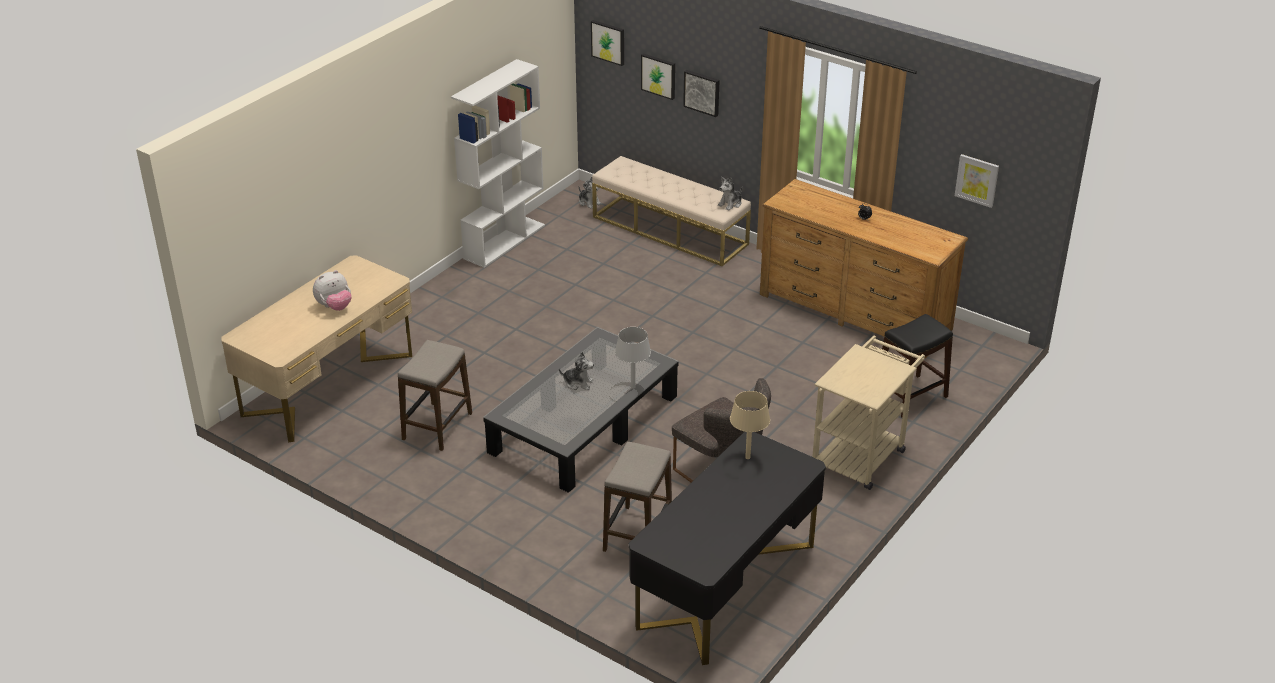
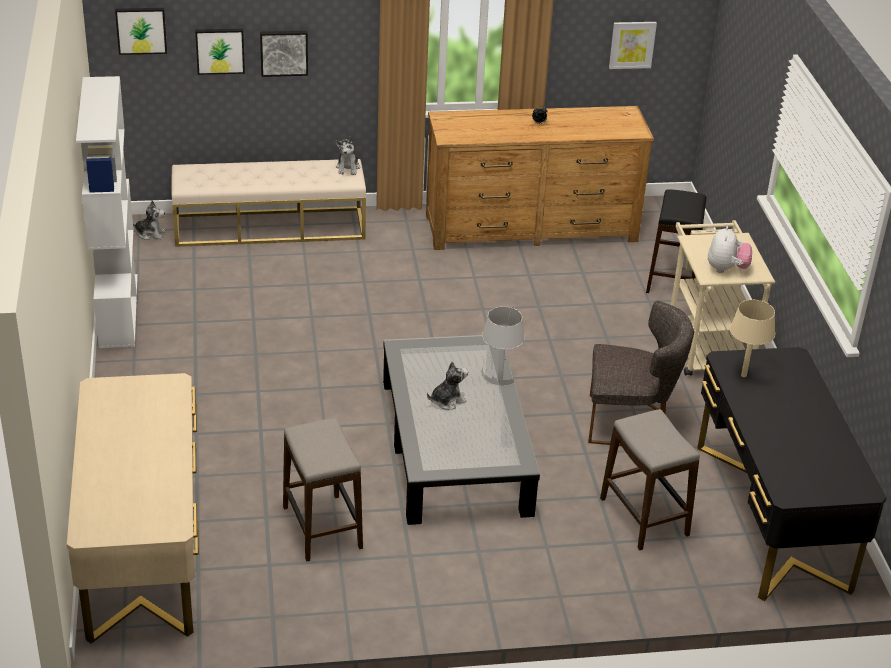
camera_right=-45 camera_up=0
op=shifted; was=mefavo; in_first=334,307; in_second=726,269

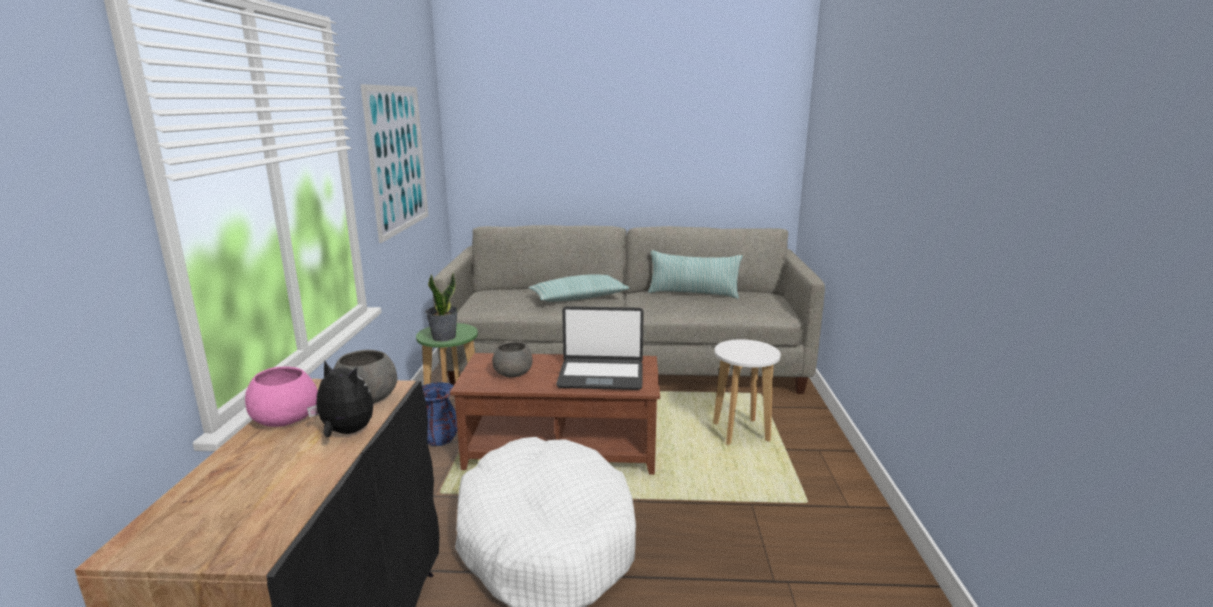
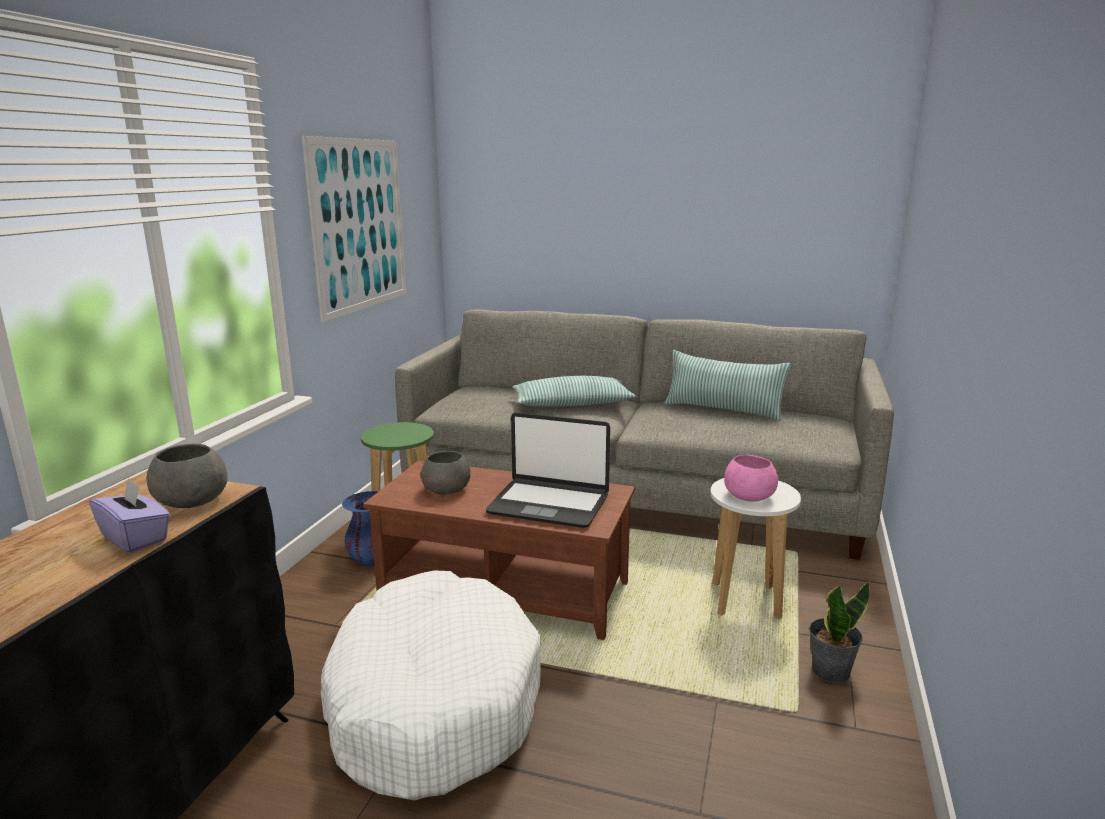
camera_right=15 camera_up=0
op=swapped; was=mefavo; now=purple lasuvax; in_first=345,432; in_second=136,538
op=shifted; was=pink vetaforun; in_first=285,418; in_second=748,496
op=shifted; was=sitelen; in_first=443,337; in_second=830,670

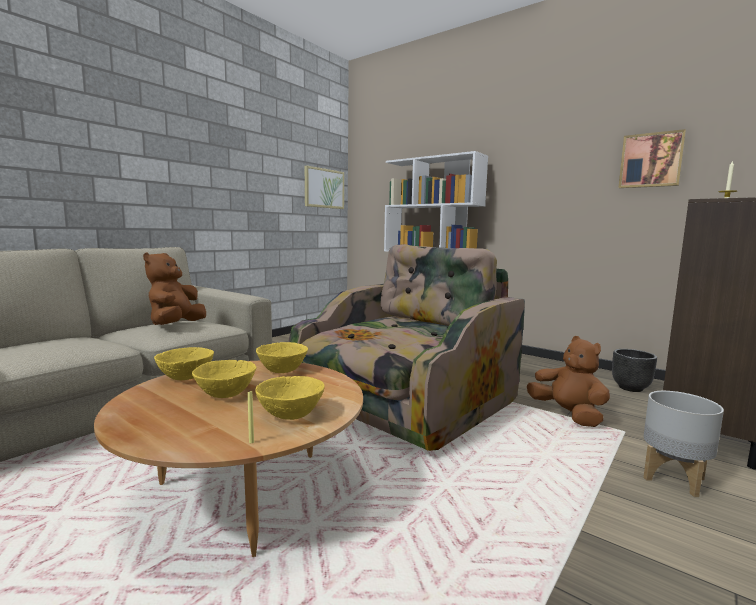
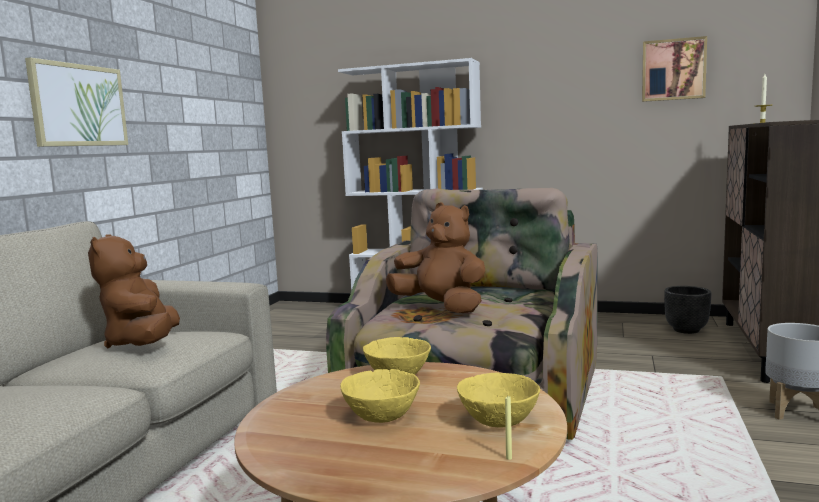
camera_right=-20 camera_up=0
op=shifted; was=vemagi; in_first=324,188; in_second=78,105
op=shifted; was=brown mefavo; in_first=568,415; in_second=441,307
op=gone; was=yellow vetaforun; in_first=185,377

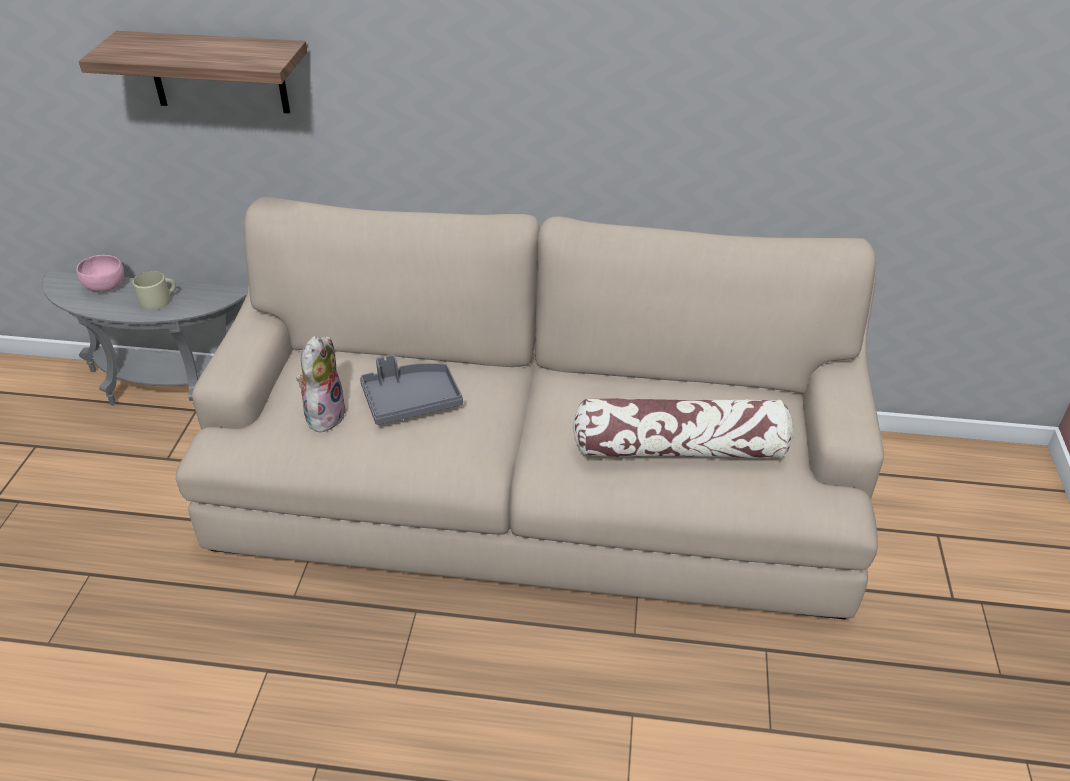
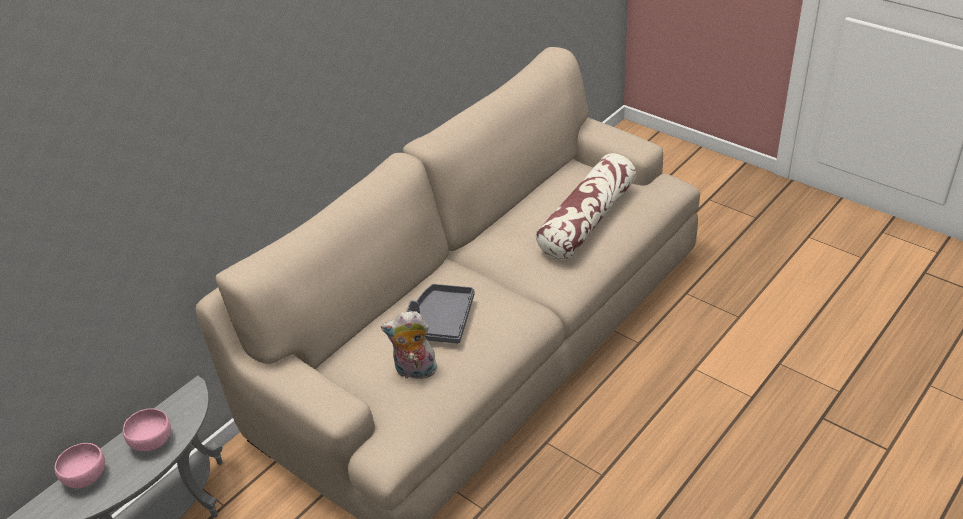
camera_right=-55 camera_up=0
op=swapped; was=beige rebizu; now=pink vetaforun; in_first=159,300; in_second=152,441
op=rotated; was=mefavo; in_first=324,414; in_second=414,372; clockwise=-45
op=gone; was=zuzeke; in_first=218,72

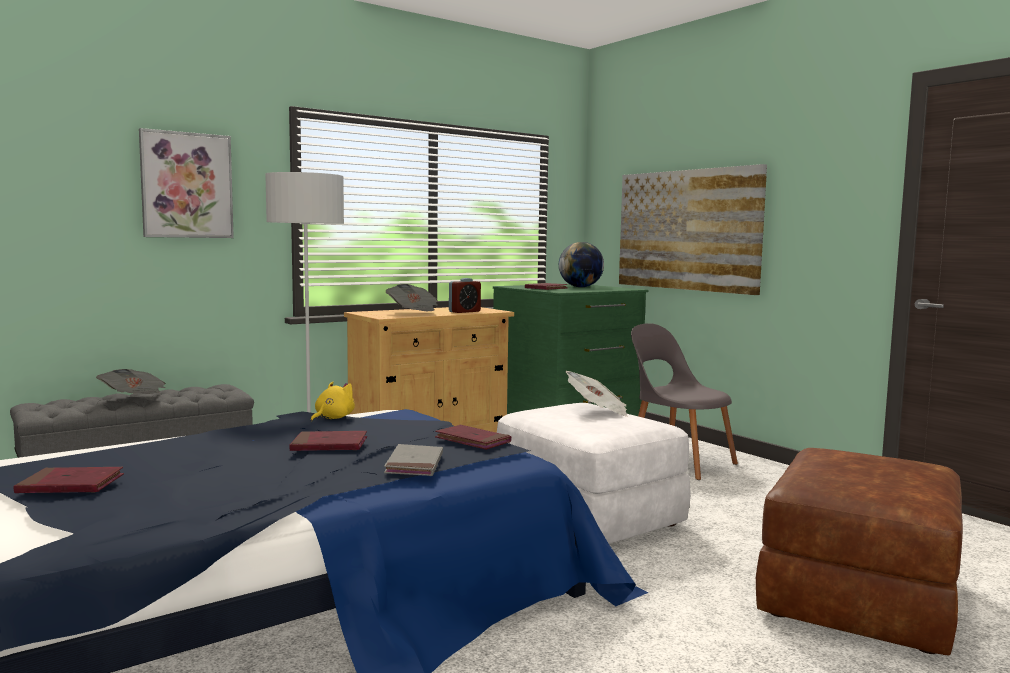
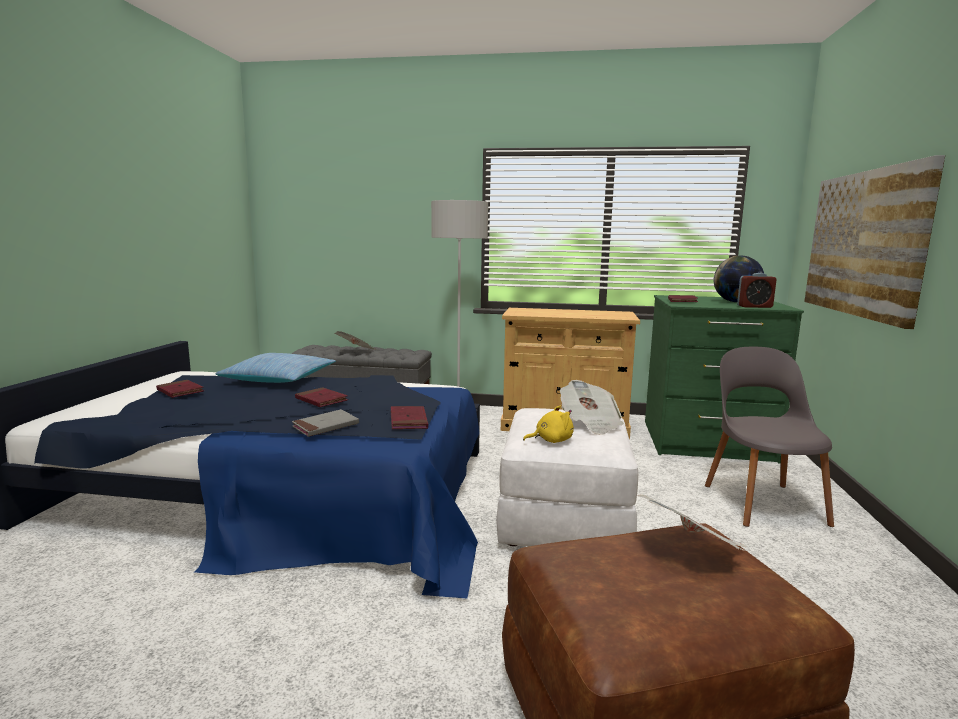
camera_right=45 camera_up=5
op=new; now=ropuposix; in_second=279,379
op=shifted; was=yellow mefavo; in_first=332,418; in_second=551,440
op=shifted; was=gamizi; in_first=414,313; in_second=692,550
op=shifted; was=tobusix; in_first=464,311; in_second=754,306
op=gone; was=vemagi; in_first=187,185

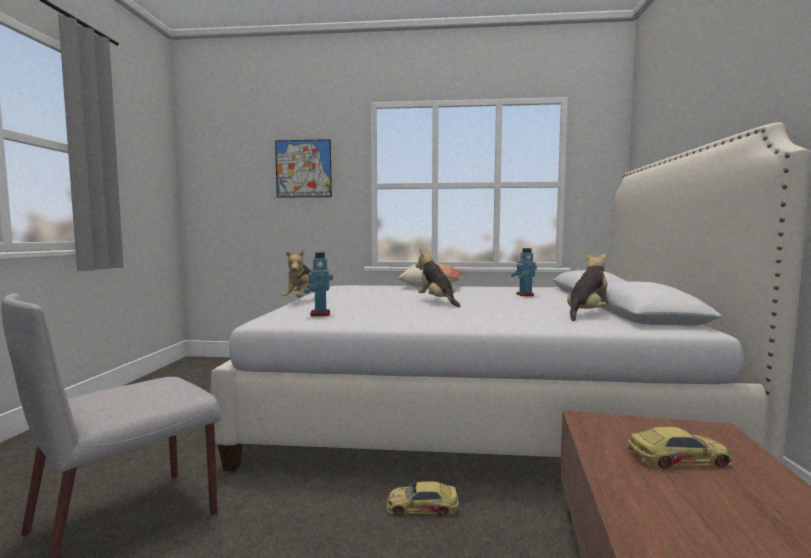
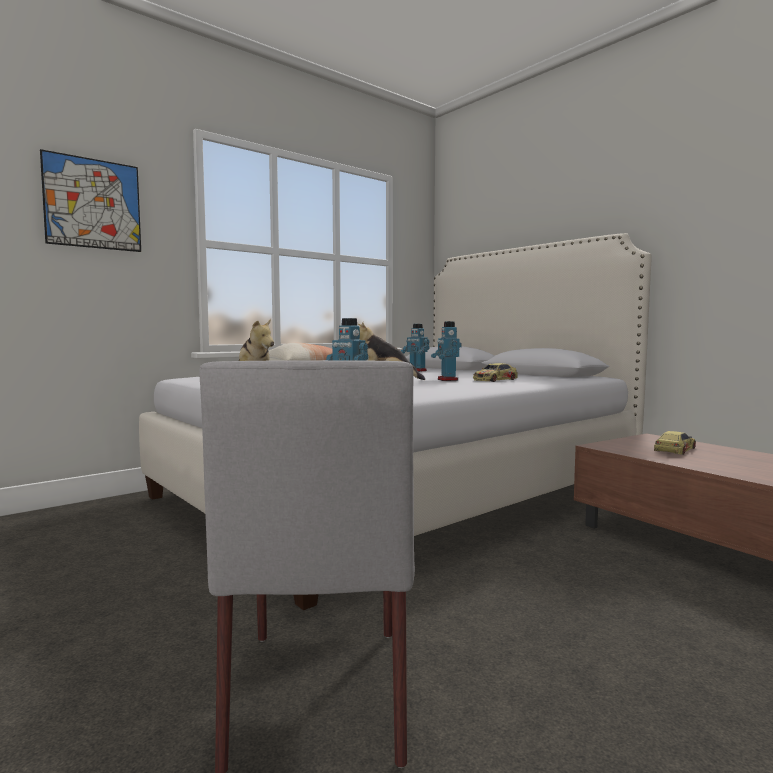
camera_right=-45 camera_up=0
op=new; now=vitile; in_second=447,380
op=shifted; was=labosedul; in_first=422,506; in_second=495,380
op=gone; was=mefavo; in_first=587,314

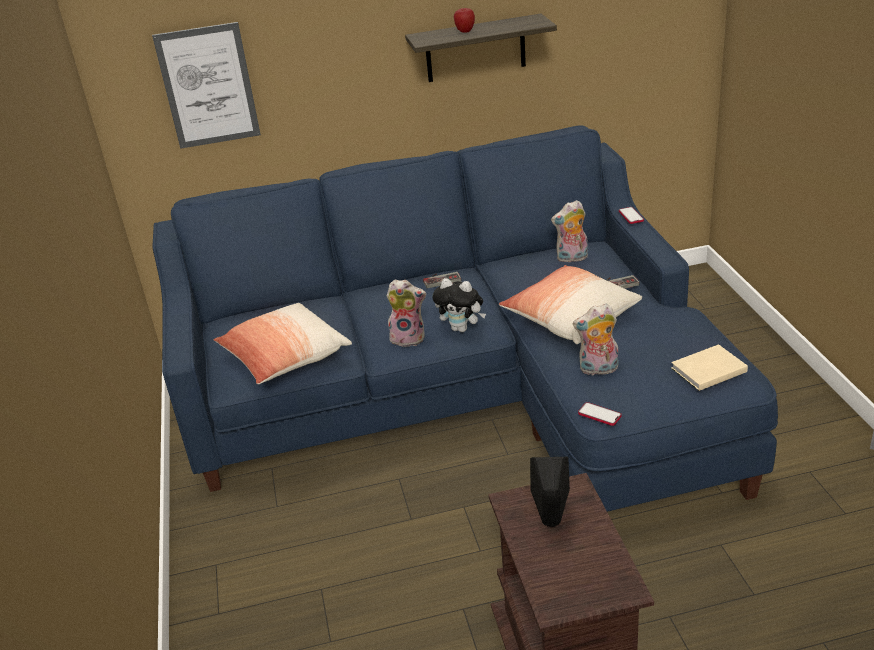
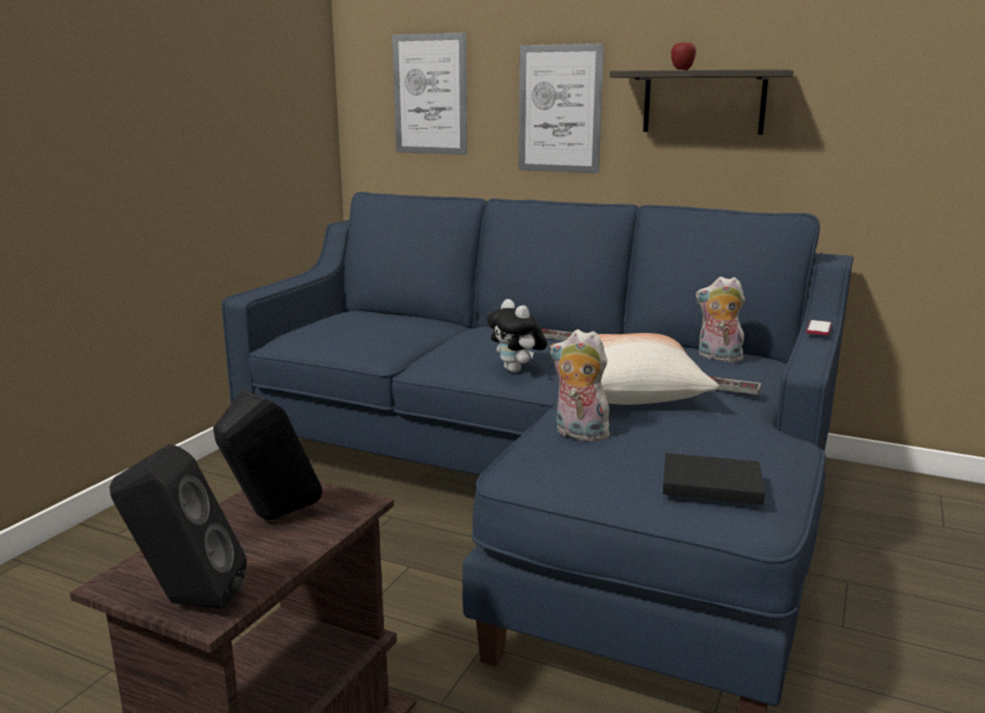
camera_right=35 camera_up=-15
op=new; now=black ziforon; in_second=186,602
op=new; now=vemagi; in_second=560,109
op=repainted; was=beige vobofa; now=black vobofa; in_first=706,370; in_second=708,482
op=gone; was=ropuposix; in_first=284,358
op=gone; was=mefavo; in_first=409,338
op=gone; was=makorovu; in_first=599,415

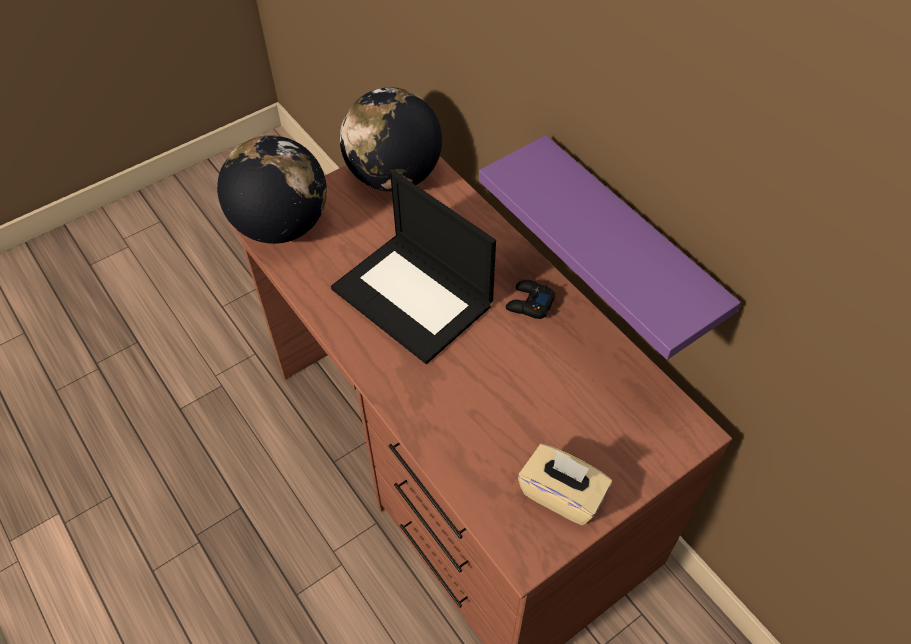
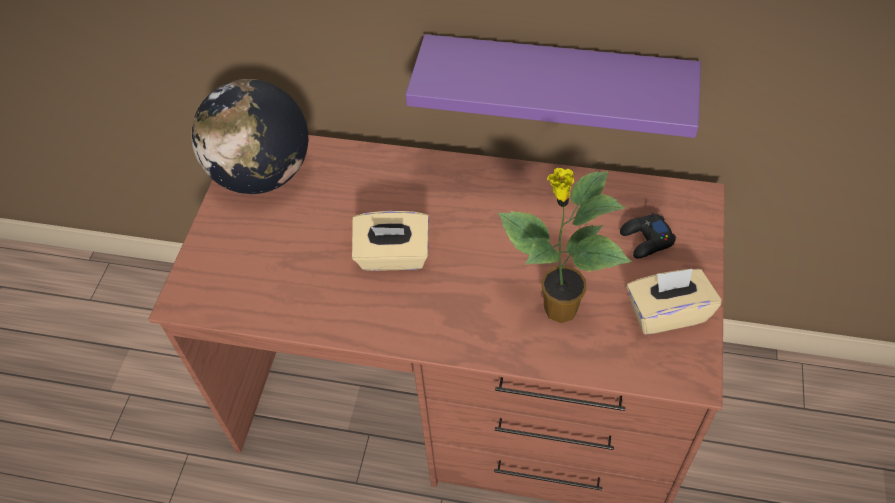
camera_right=-40 camera_up=0
op=swapped; was=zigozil; now=beige lasuvax; in_first=414,297; in_second=393,256
op=new; now=sitelen; in_second=558,309
op=shifted; was=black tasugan; in_first=529,303; in_second=646,240
op=gone; was=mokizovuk; in_first=281,225

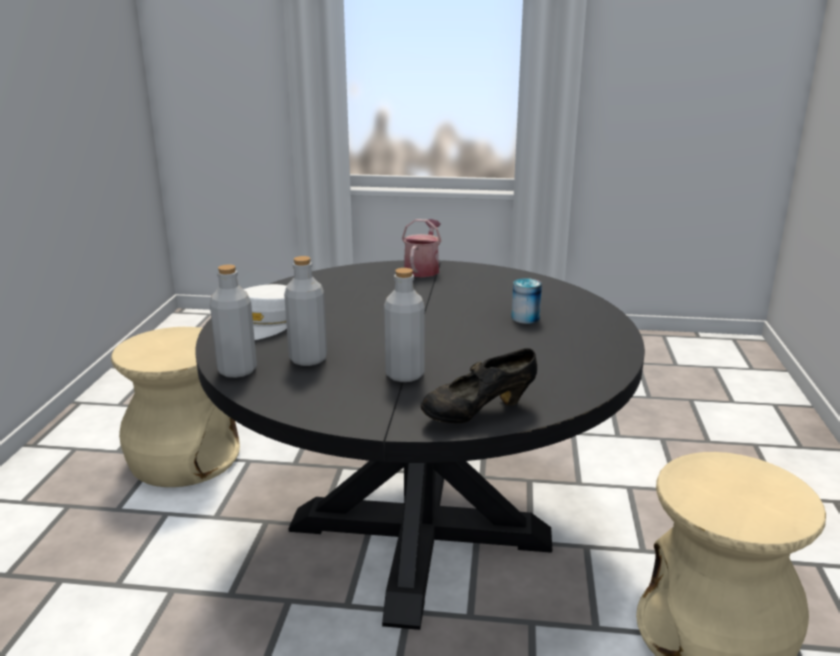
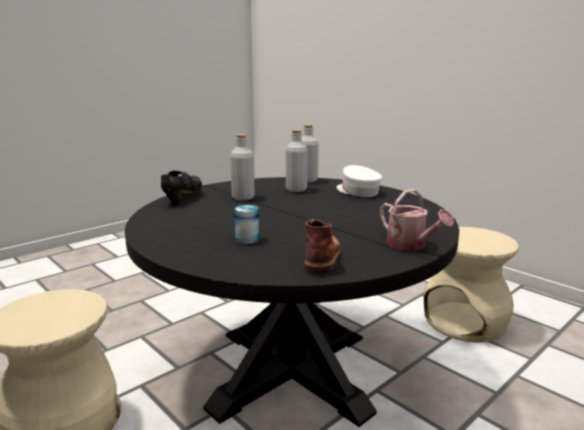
camera_right=130 camera_up=-5
op=new; now=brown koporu; in_second=322,255

